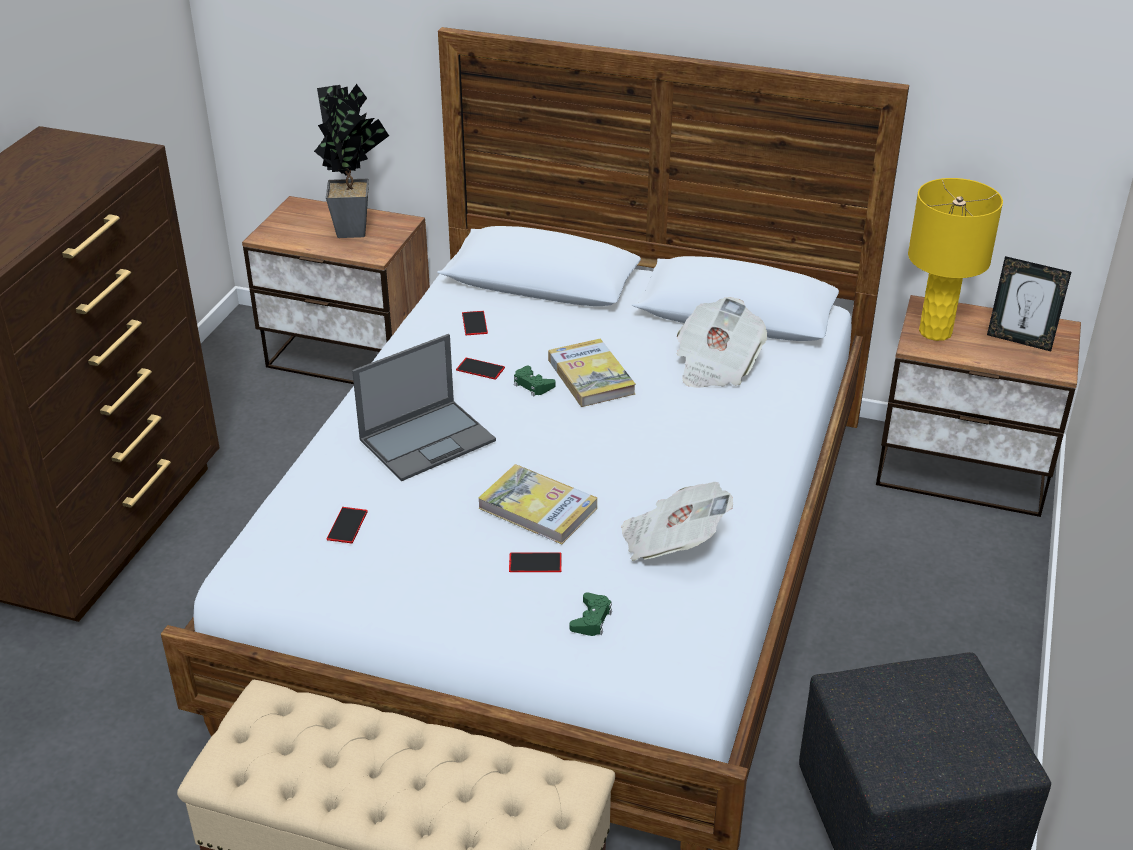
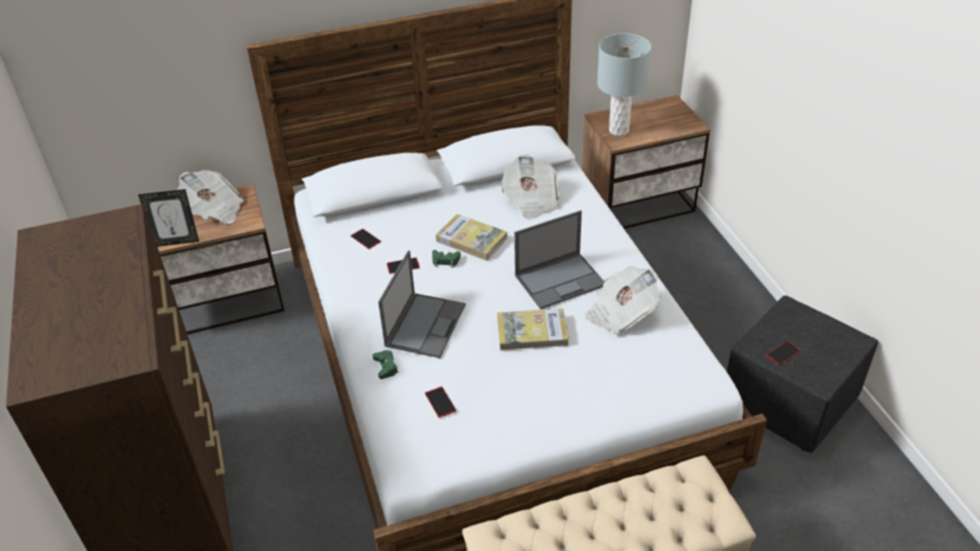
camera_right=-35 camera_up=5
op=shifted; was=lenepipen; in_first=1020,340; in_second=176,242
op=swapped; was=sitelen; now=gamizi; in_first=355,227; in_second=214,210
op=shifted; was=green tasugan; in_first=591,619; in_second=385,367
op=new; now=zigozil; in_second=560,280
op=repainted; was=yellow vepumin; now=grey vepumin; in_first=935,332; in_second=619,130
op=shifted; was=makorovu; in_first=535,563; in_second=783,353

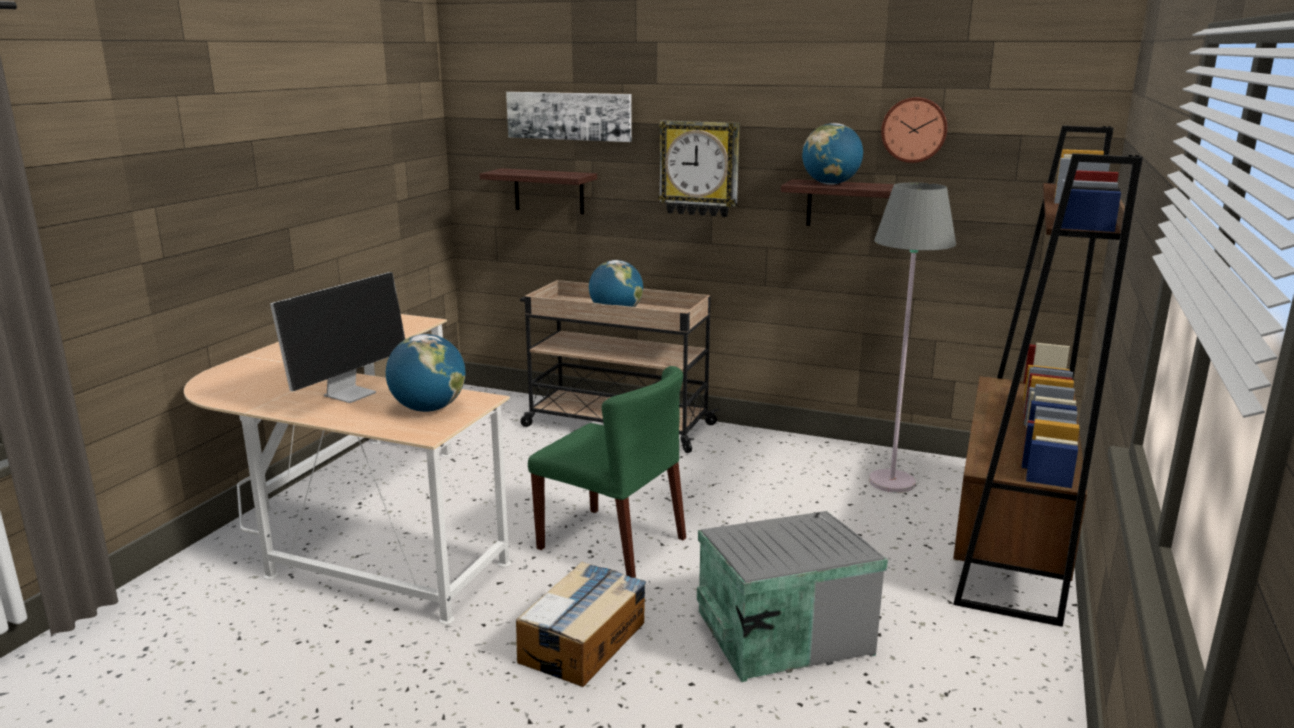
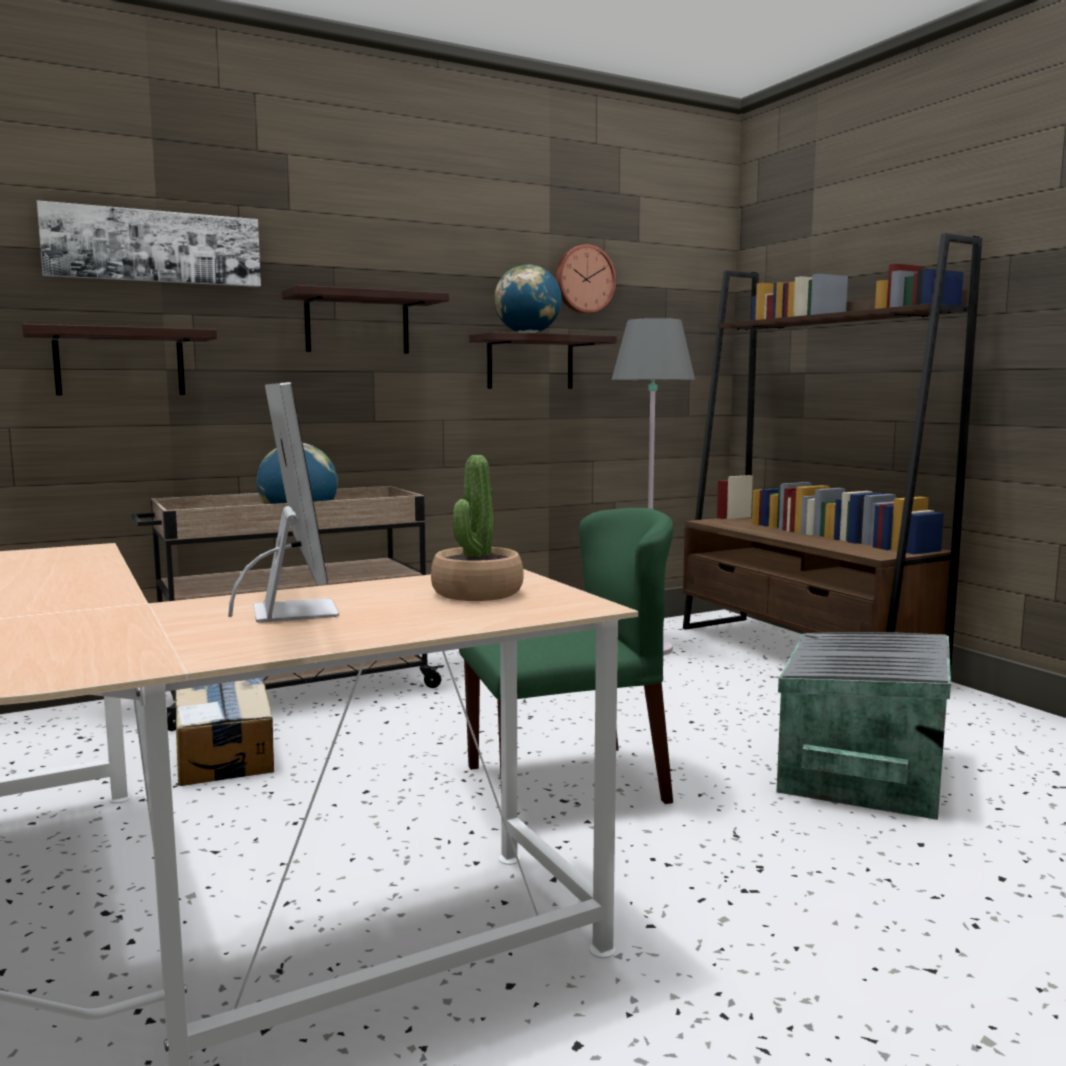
camera_right=-50 camera_up=-10
op=shifted; was=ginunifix; in_first=584,641; in_second=225,752
op=swapped; was=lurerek; now=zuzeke; in_first=699,168; in_second=357,323
op=swapped; was=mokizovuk; now=sitelen; in_first=428,409; in_second=477,593

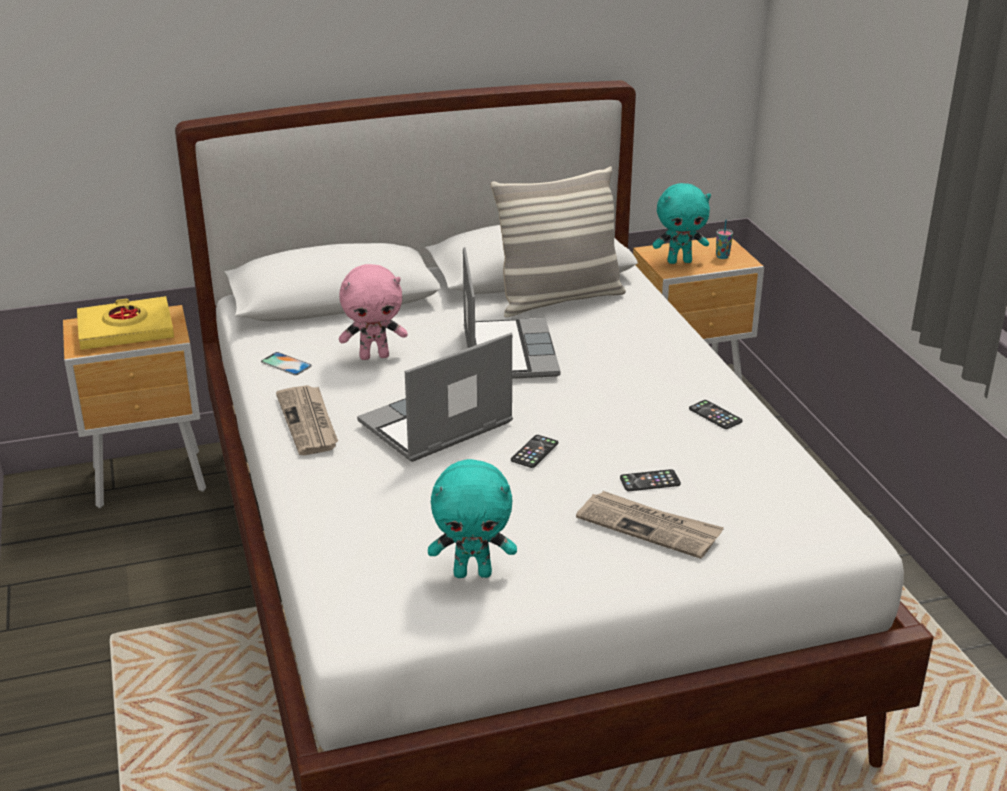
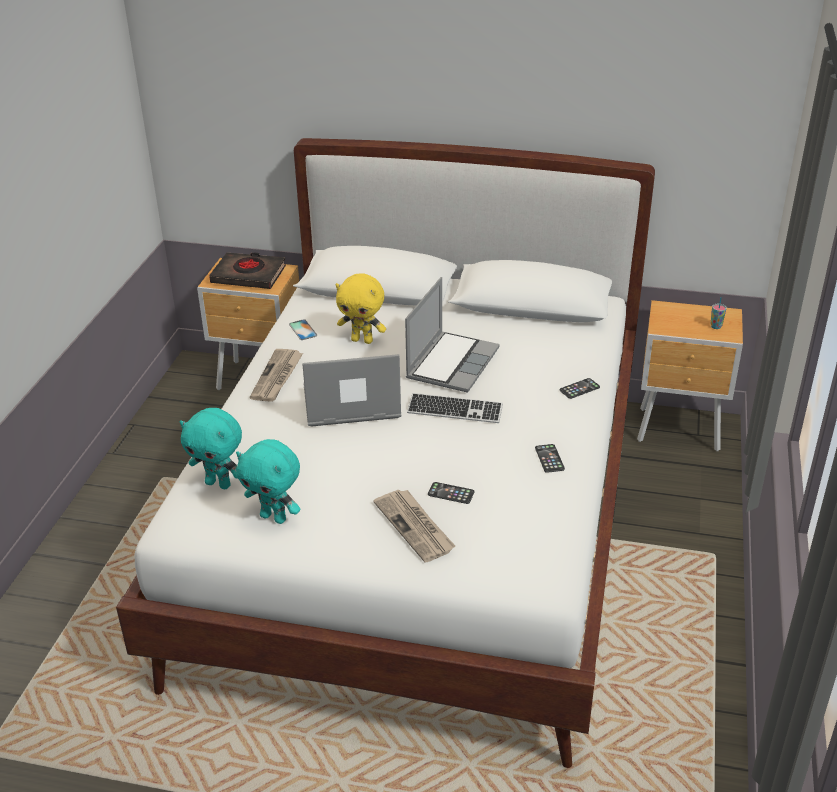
camera_right=30 camera_up=5
op=shifted; was=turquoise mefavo; in_first=679,261; in_second=219,484
op=repainted; was=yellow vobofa; now=black vobofa; in_first=126,330; in_second=249,275
op=repainted; was=pink mefavo; now=yellow mefavo; in_first=374,356; in_second=362,340
op=new; now=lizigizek; in_second=455,410
op=shifted; was=makorovu; in_first=534,452; in_second=579,389
op=gone; was=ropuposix; in_first=559,300

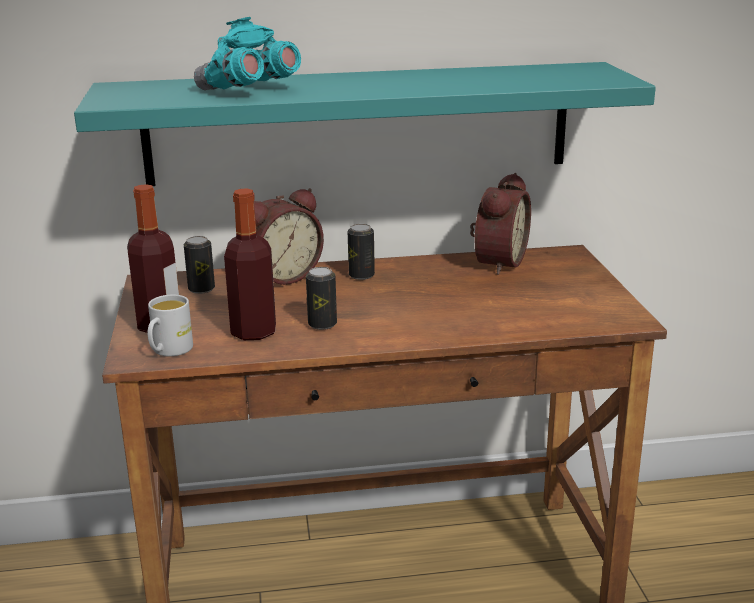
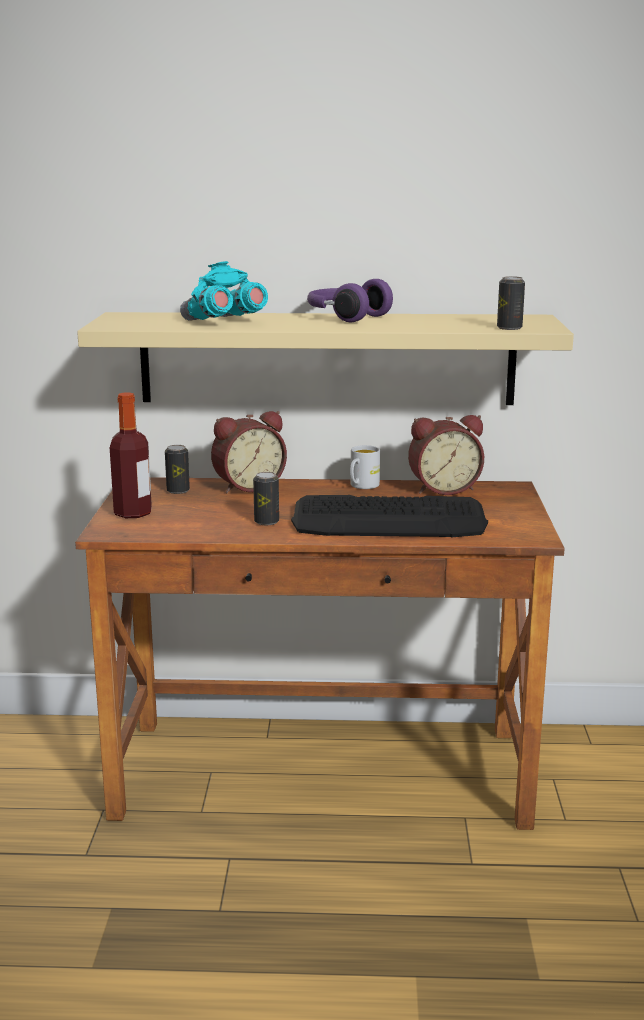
camera_right=10 camera_up=-5
op=repainted; was=turquoise zuzeke; now=beige zuzeke; in_first=358,123; in_second=327,358
op=new; now=lizigizek; in_second=389,520
op=new; now=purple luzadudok; in_second=346,317
op=shifted; was=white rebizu; in_first=169,351; in_second=361,486
op=rotated; was=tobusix; in_first=496,262; in_second=443,489; clockwise=45
op=shifted; was=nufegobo; in_first=361,275; in_second=509,328
op=gone; was=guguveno; in_first=253,332

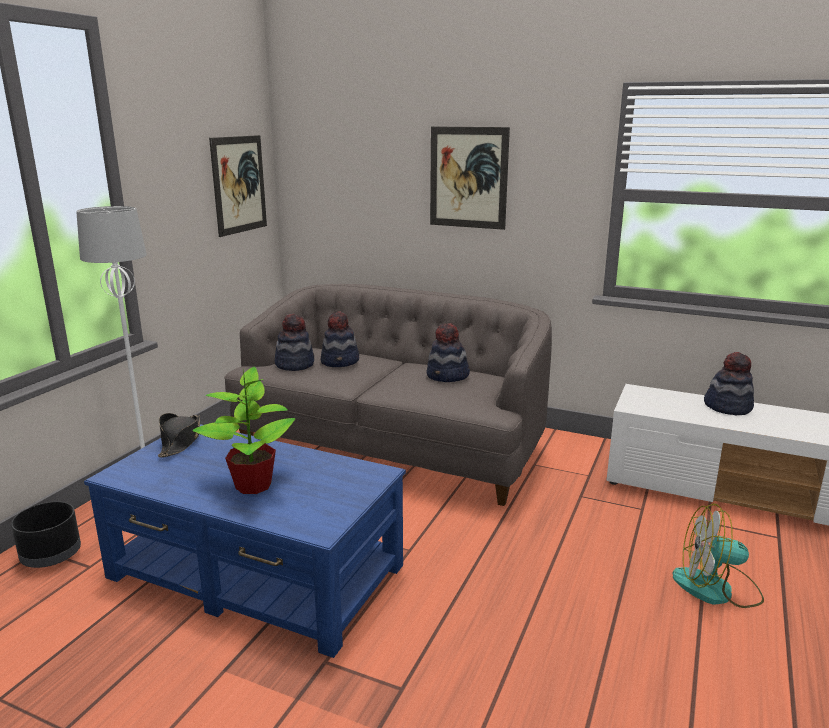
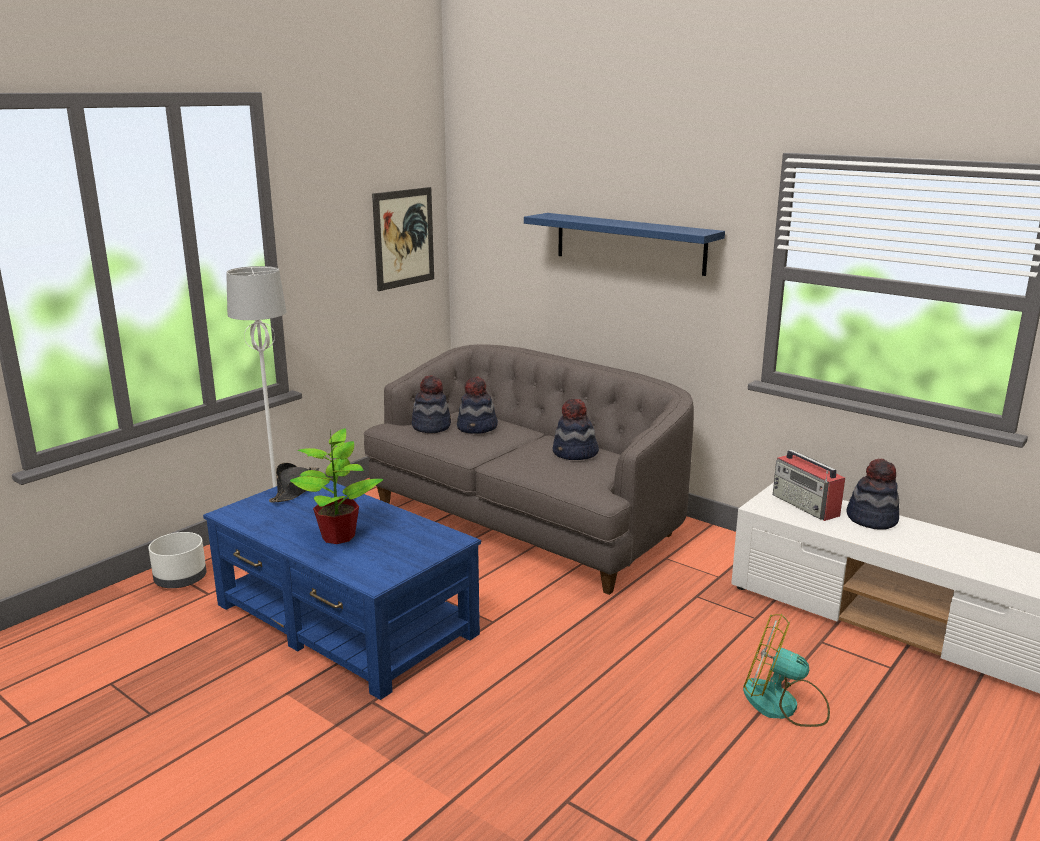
camera_right=15 camera_up=0
op=repainted; was=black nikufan; now=white nikufan; in_first=51,555; in_second=180,580
op=swapped; was=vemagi; now=blue zuzeke; in_first=468,178; in_second=629,243
op=new; now=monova; in_second=806,505

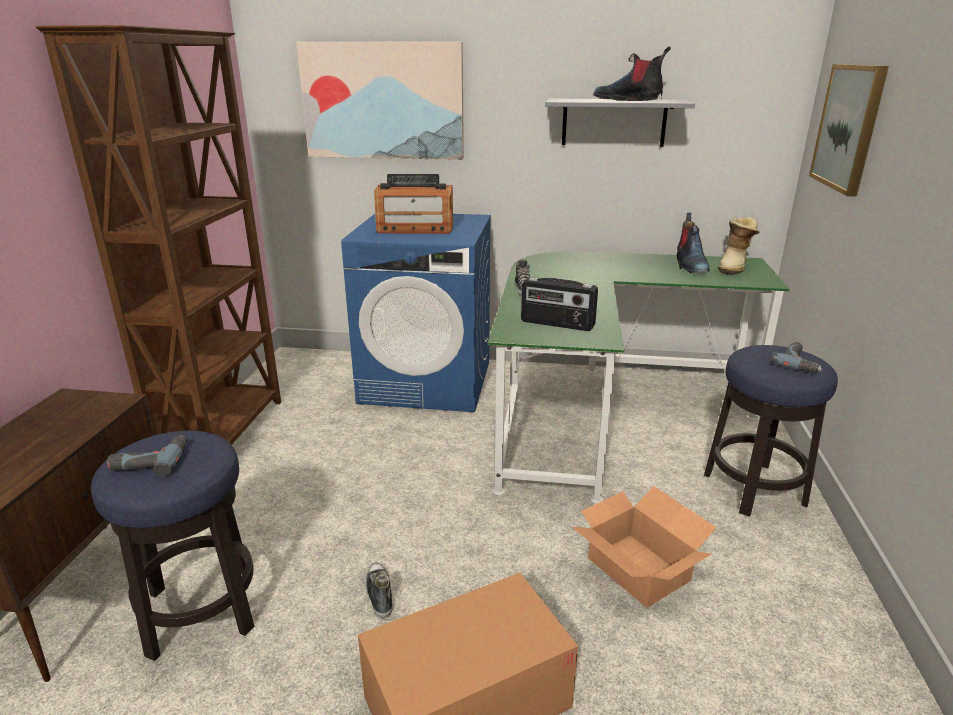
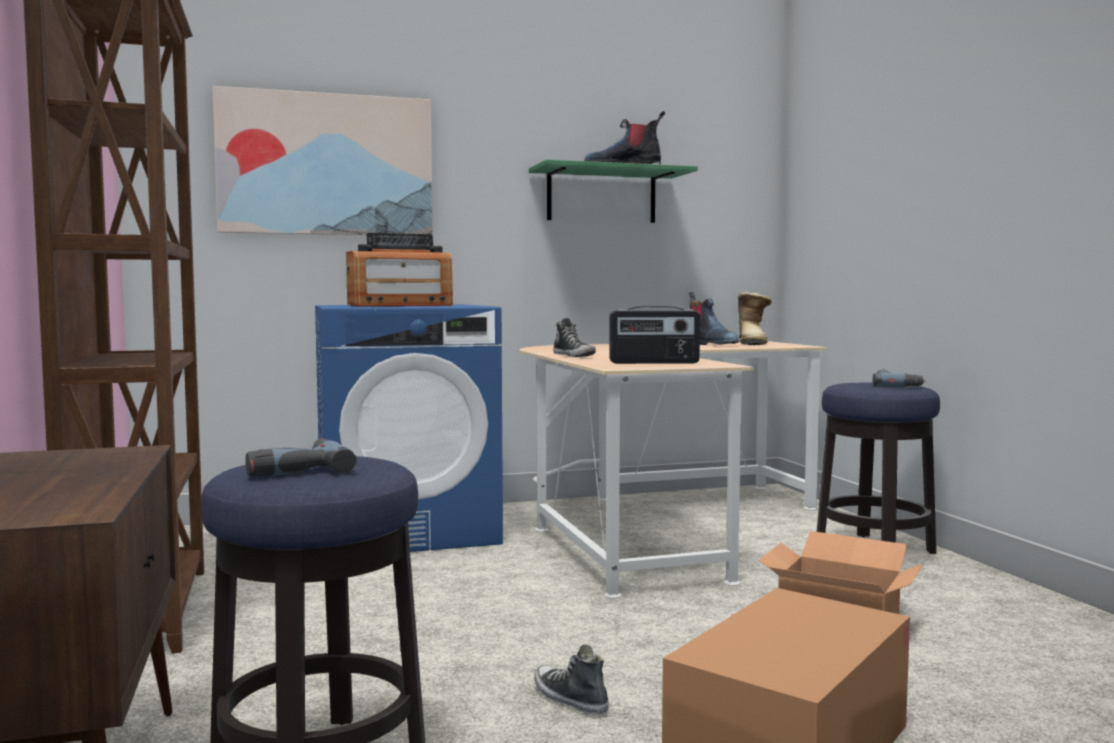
camera_right=-25 camera_up=-20
op=repainted; was=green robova; now=beige robova; in_first=603,411; in_second=655,524
op=repainted; was=grey zuzeke; now=green zuzeke; in_first=613,122; in_second=601,196
op=gone; was=vemagi; in_first=849,127

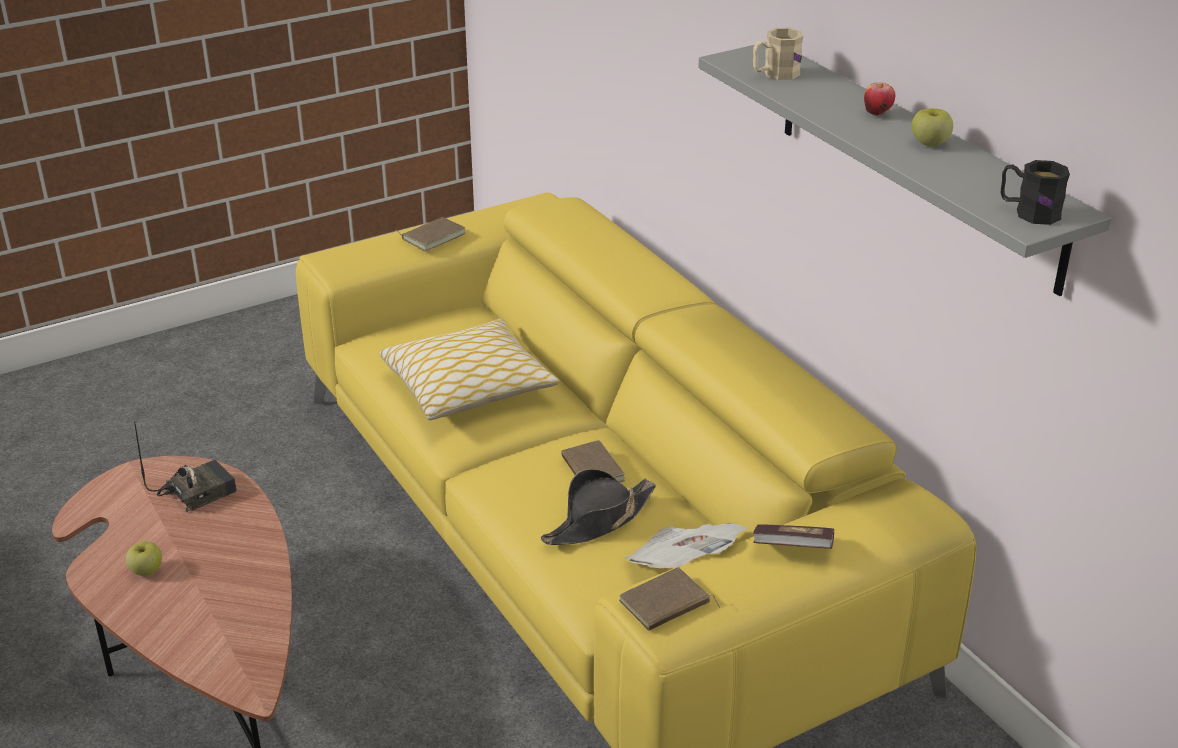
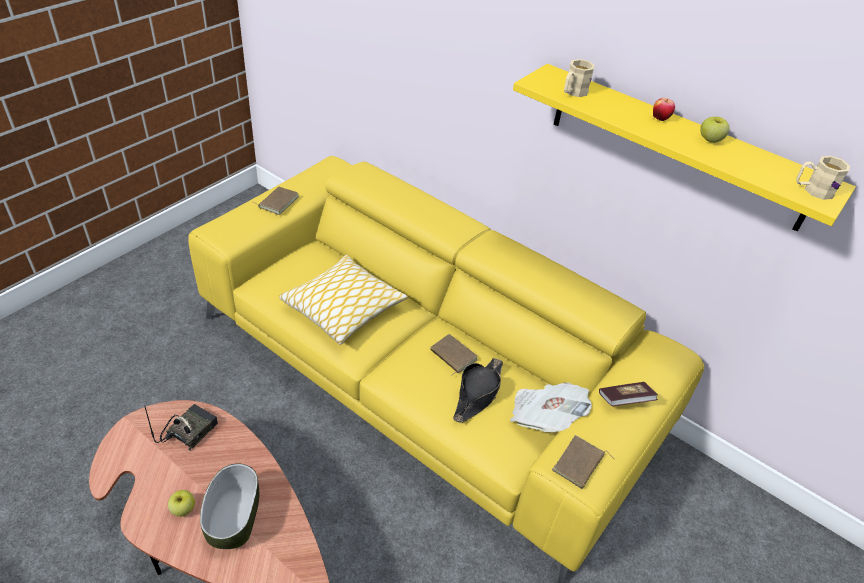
camera_right=-25 camera_up=10
op=new; now=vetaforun; in_second=234,519
op=repainted; was=grey zuzeke; now=yellow zuzeke; in_first=916,162; in_second=676,146
op=repainted; was=black rebizu; now=beige rebizu; in_first=1028,212; in_second=812,190

